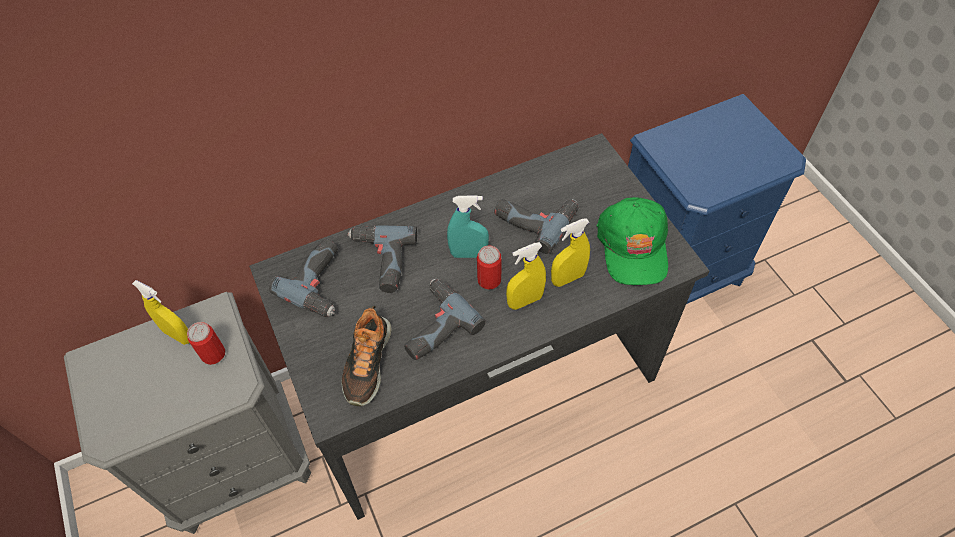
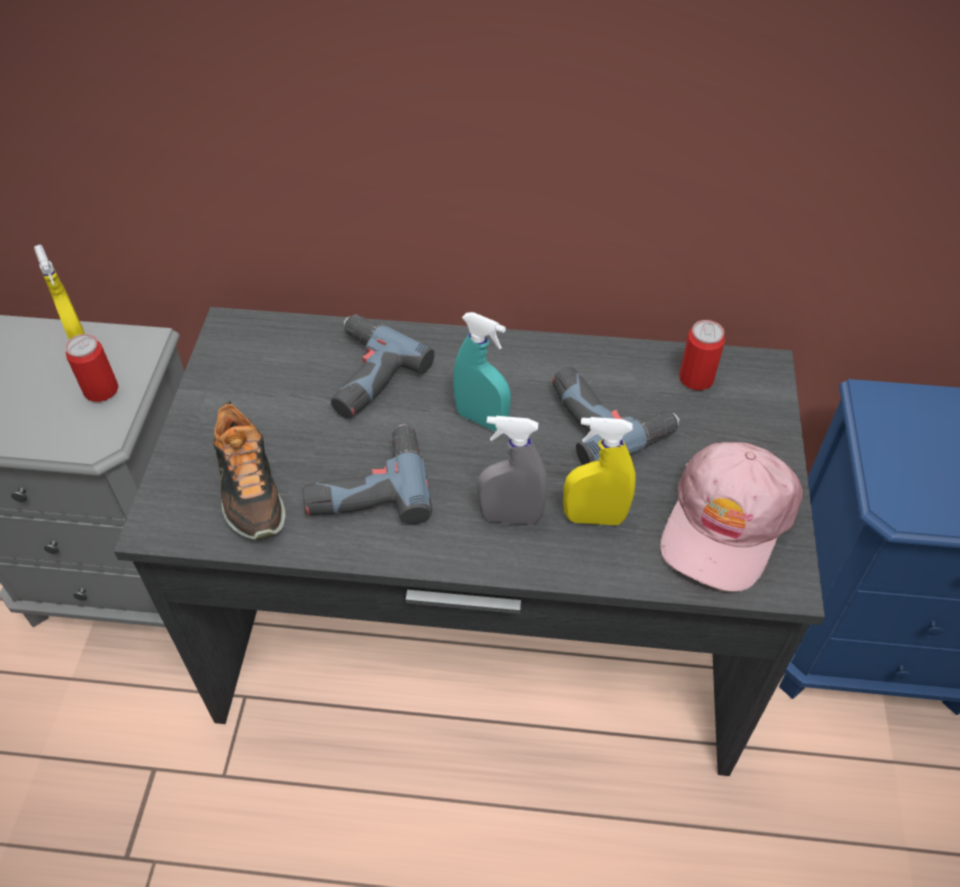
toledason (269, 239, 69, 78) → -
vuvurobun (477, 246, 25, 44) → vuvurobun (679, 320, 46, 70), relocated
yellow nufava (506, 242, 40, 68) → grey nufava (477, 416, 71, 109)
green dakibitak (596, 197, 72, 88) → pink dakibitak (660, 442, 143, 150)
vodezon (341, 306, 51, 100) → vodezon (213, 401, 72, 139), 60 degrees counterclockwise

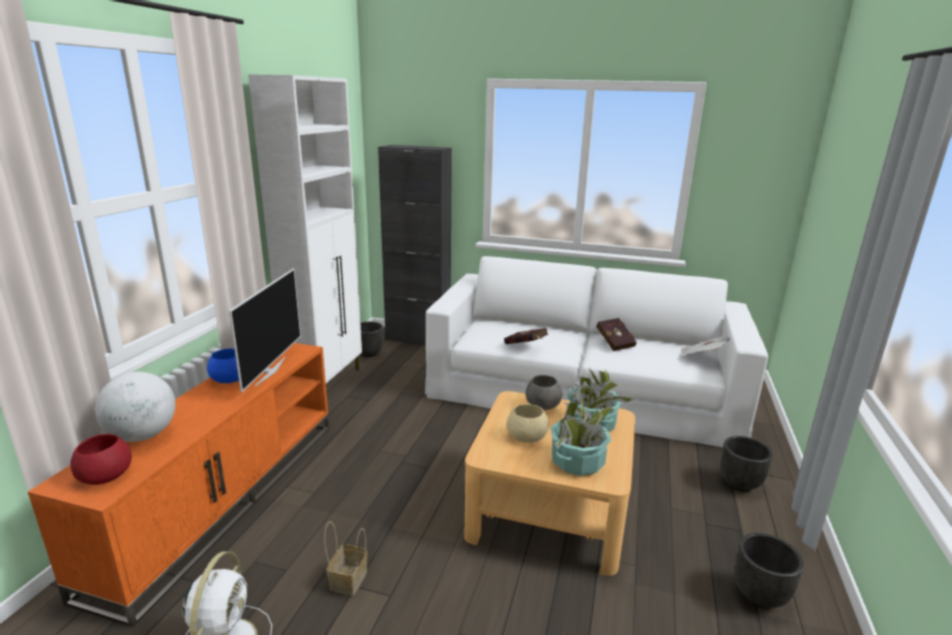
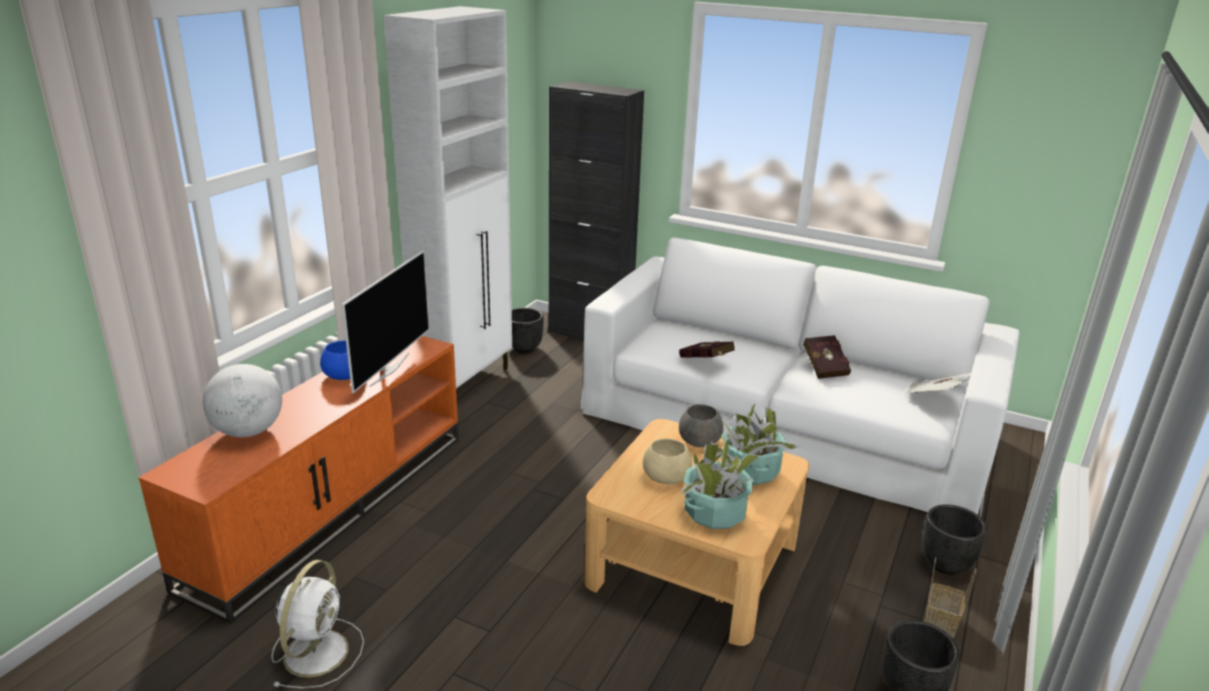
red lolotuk (70, 434, 62, 51) → -
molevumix (324, 521, 44, 75) → molevumix (925, 557, 51, 80), relocated

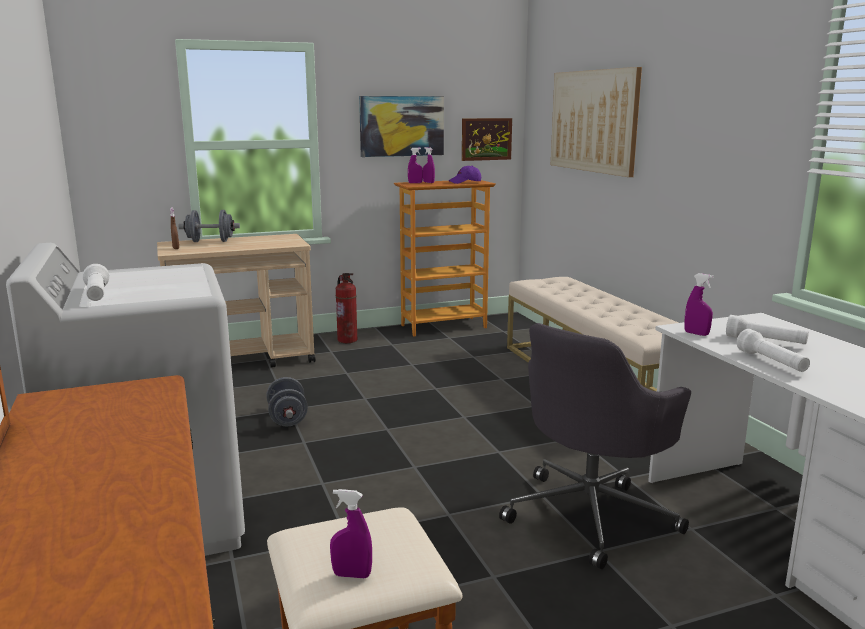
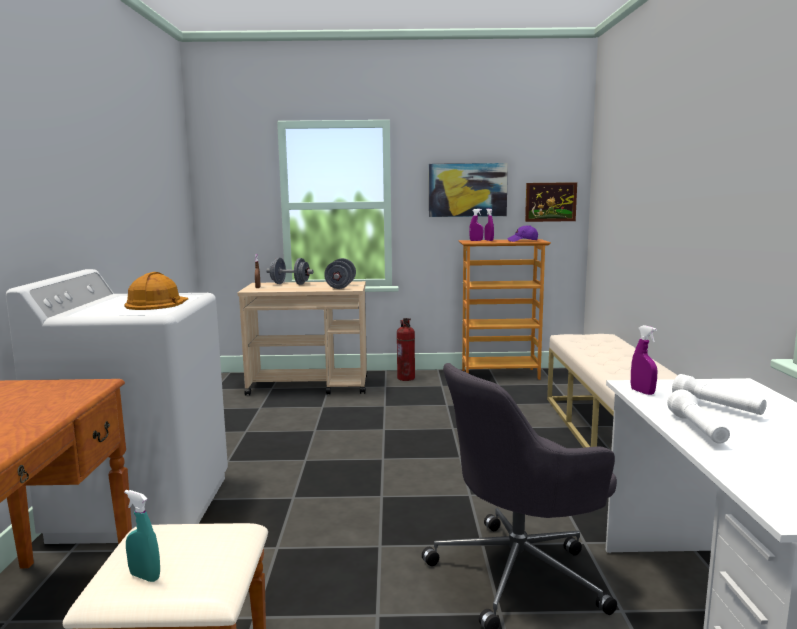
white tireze (83, 264, 26, 37) → -
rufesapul (551, 67, 91, 110) → -
- → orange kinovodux (124, 272, 65, 38)
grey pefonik (266, 377, 42, 49) → grey pefonik (324, 258, 32, 31), relocated
purple nufava (330, 489, 42, 89) → turquoise nufava (124, 490, 36, 92)

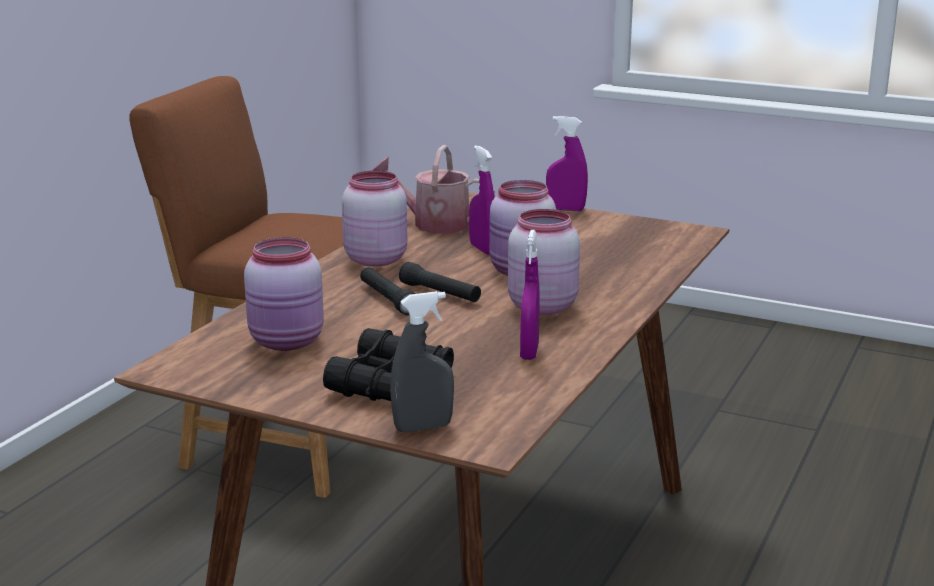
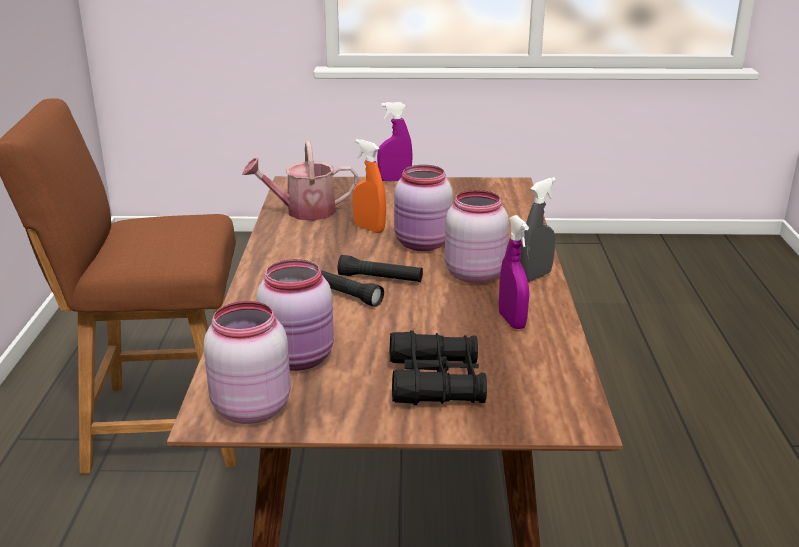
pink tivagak (342, 171, 65, 96) → pink tivagak (204, 301, 87, 123), relocated
grey nufava (390, 291, 64, 141) → grey nufava (520, 177, 36, 105), relocated
purple nufava (469, 145, 26, 109) → orange nufava (353, 139, 33, 94)

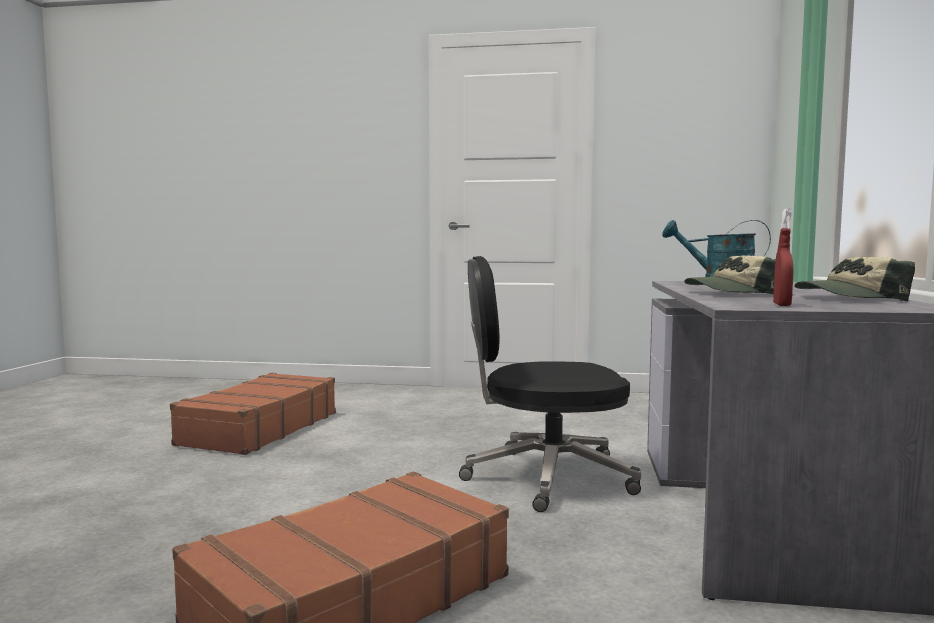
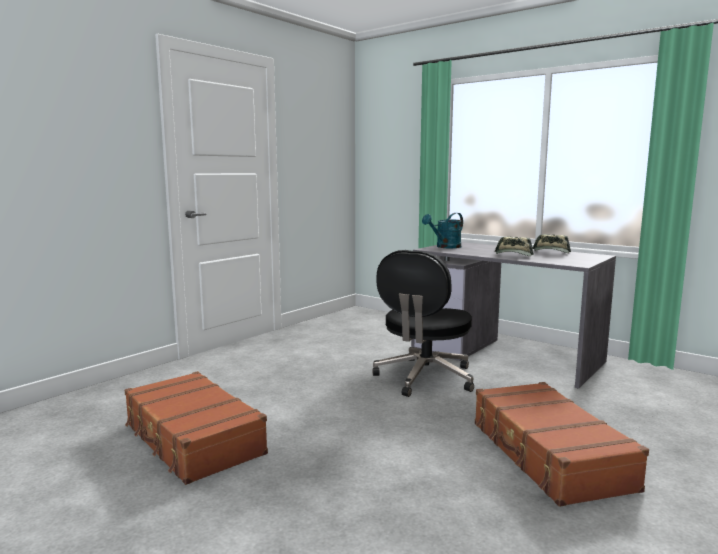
red nufava (773, 208, 20, 98) → -

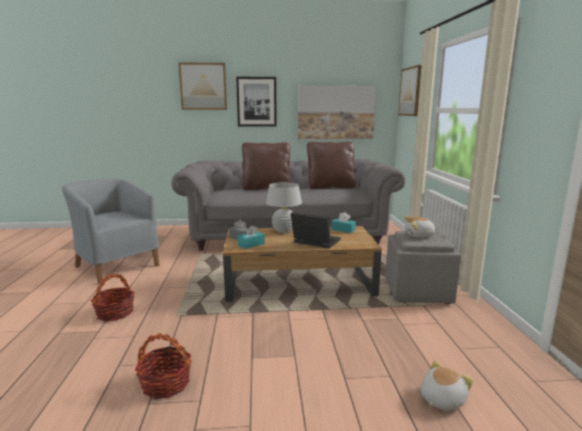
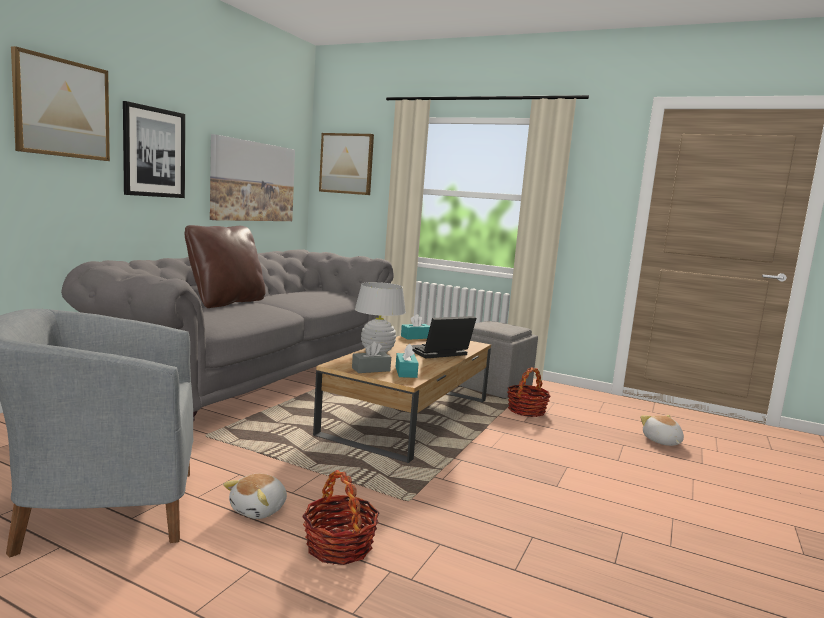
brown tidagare (307, 142, 49, 47) → -
molevumix (135, 333, 57, 66) → molevumix (507, 367, 44, 50), relocated
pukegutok (404, 216, 34, 22) → pukegutok (223, 474, 64, 45), relocated

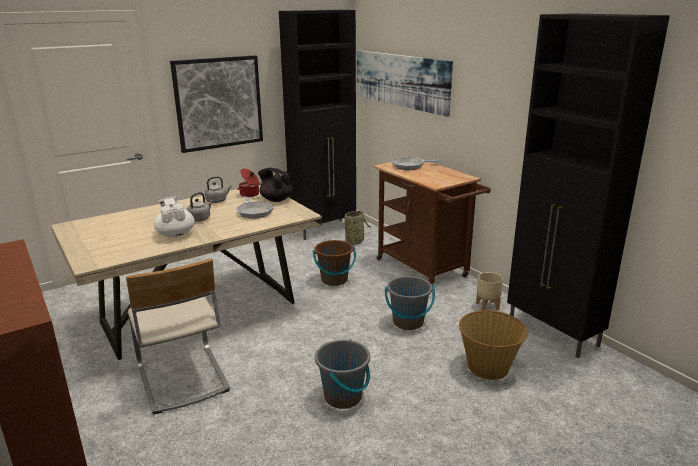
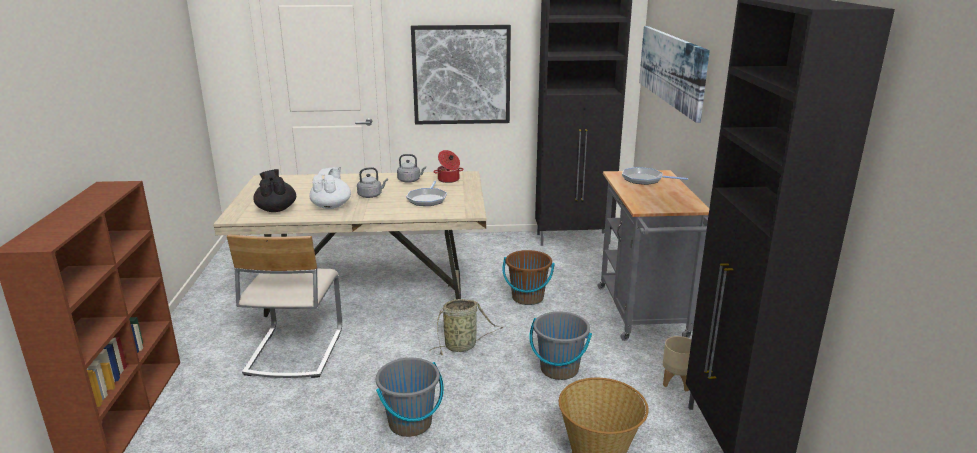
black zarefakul (258, 168, 35, 34) → black zarefakul (253, 169, 43, 43), relocated
molevumix (344, 211, 27, 35) → molevumix (430, 299, 73, 56), relocated
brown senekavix (374, 157, 117, 129) → grey senekavix (598, 170, 111, 171)

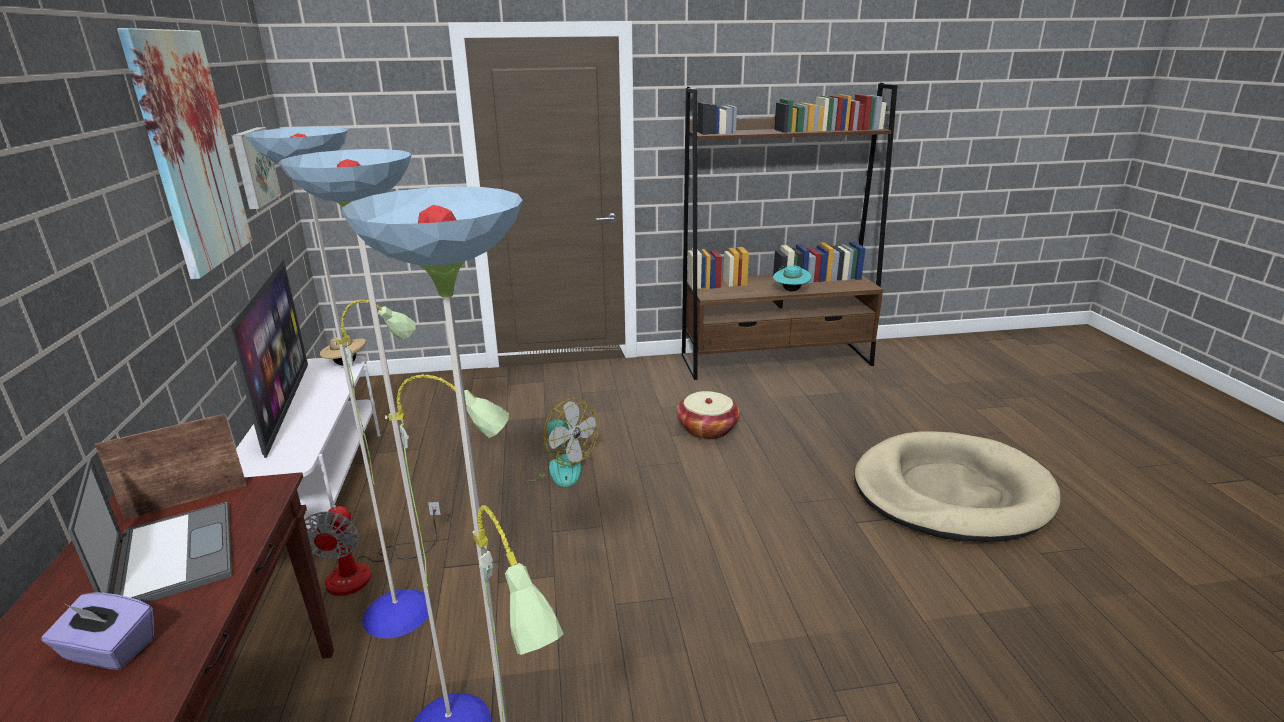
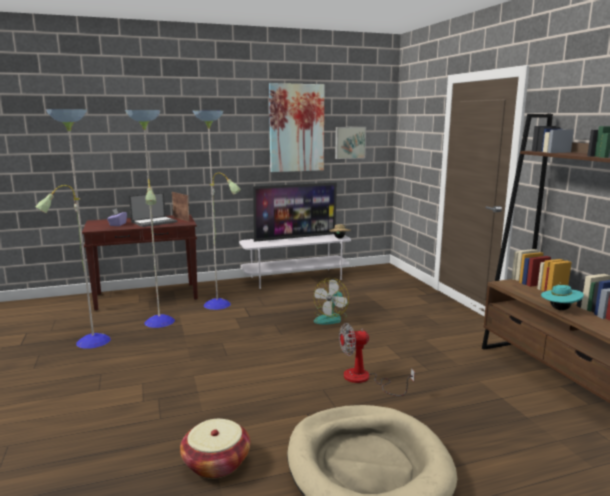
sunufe (305, 502, 136, 94) → sunufe (339, 323, 76, 73), relocated
molevumix (676, 391, 64, 48) → molevumix (180, 419, 70, 60), relocated

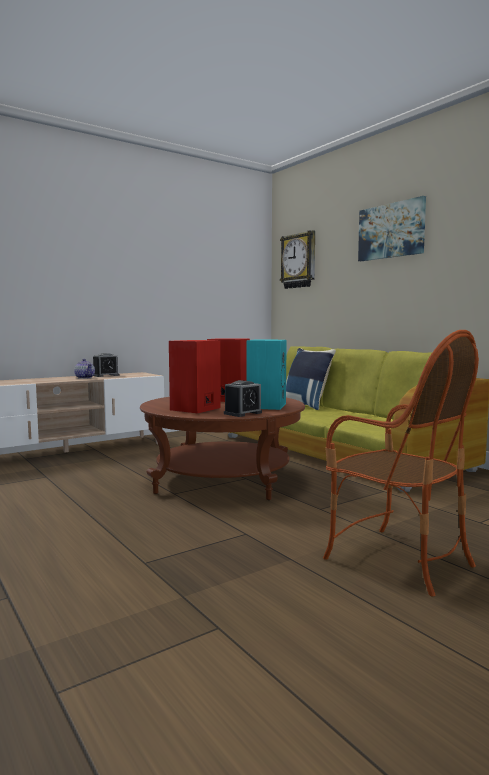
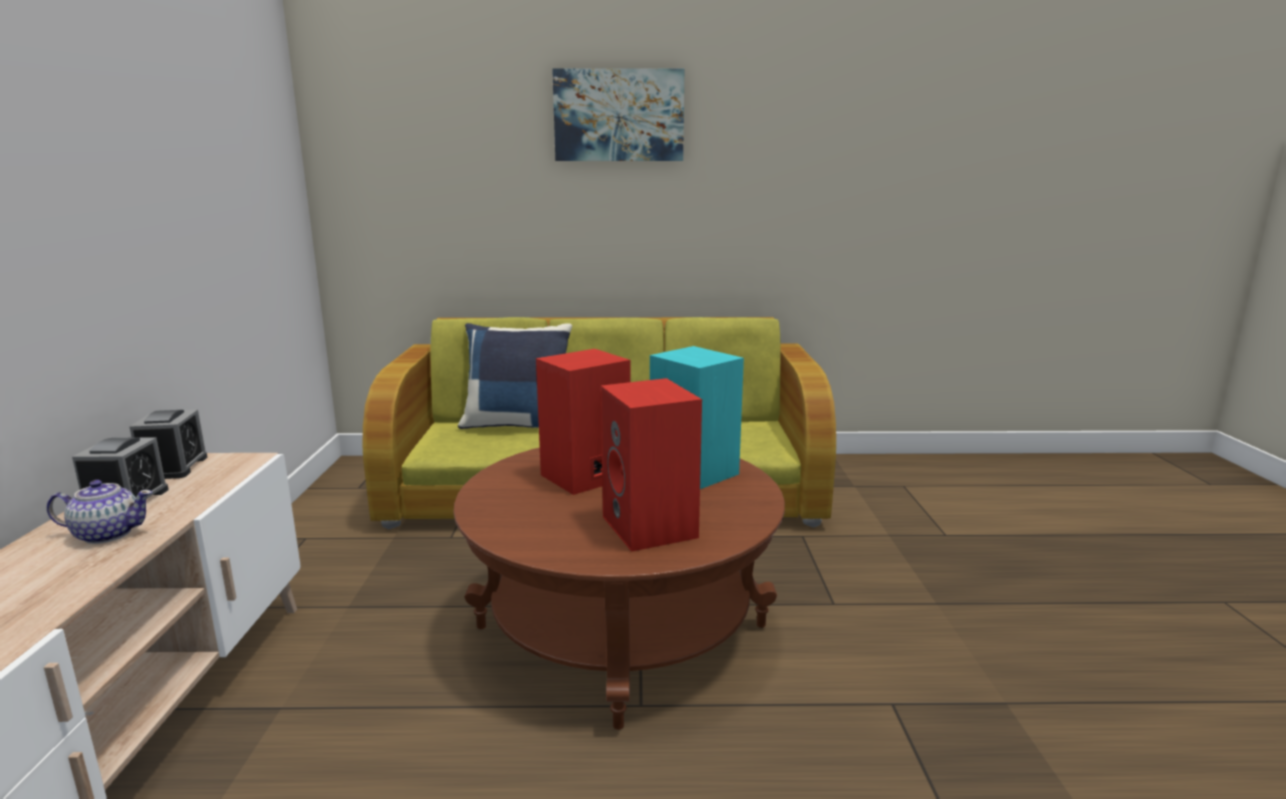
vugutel (280, 230, 35, 59) → -
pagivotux (323, 330, 156, 267) → -
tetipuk (224, 380, 38, 37) → tetipuk (130, 410, 77, 69), relocated

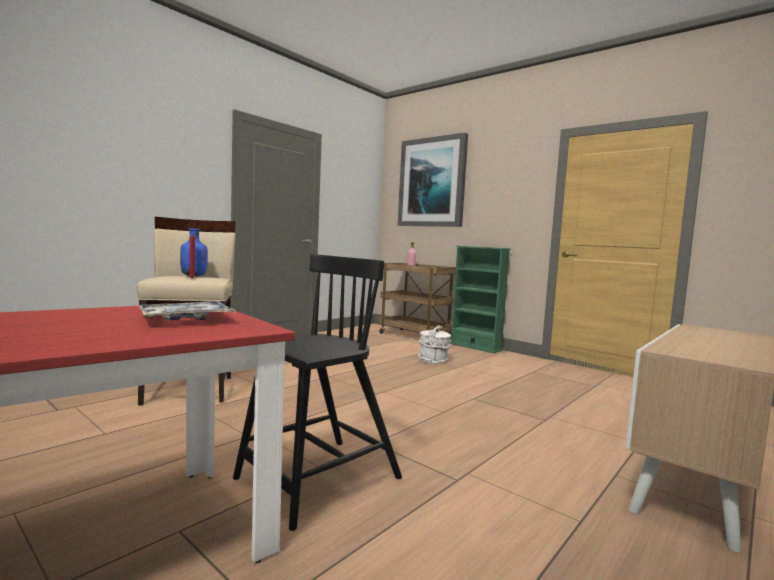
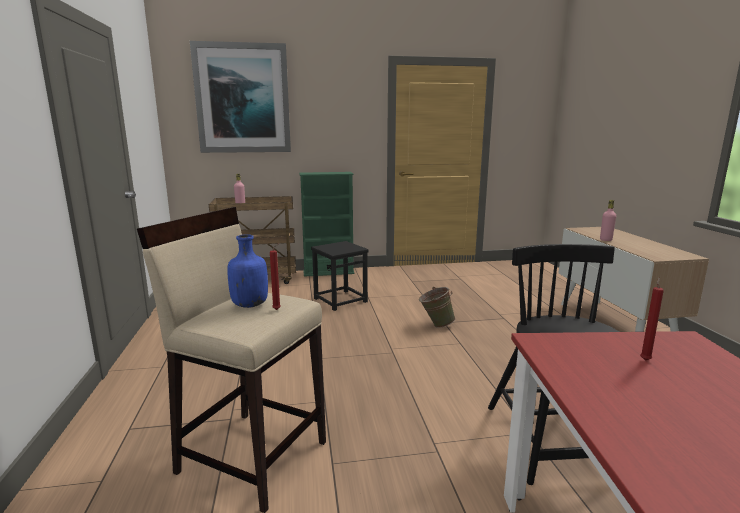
- → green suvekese (419, 287, 37, 41)
- → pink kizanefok (600, 200, 16, 41)
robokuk (139, 301, 96, 19) → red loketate (640, 278, 24, 83)
white suvekese (418, 326, 33, 38) → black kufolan (311, 241, 58, 70)

